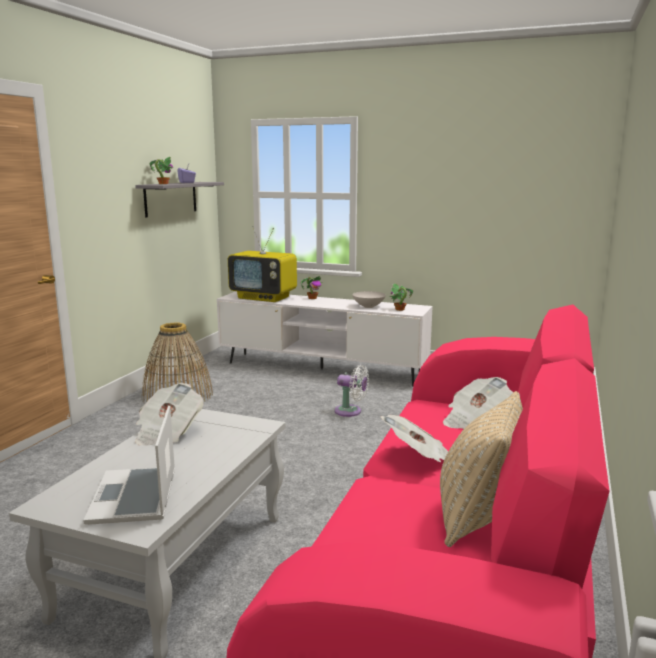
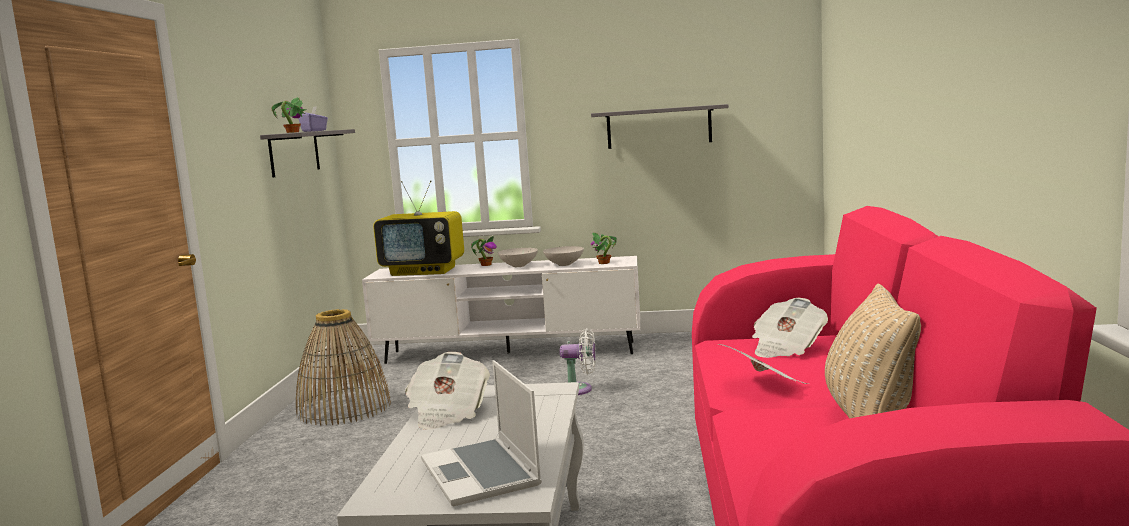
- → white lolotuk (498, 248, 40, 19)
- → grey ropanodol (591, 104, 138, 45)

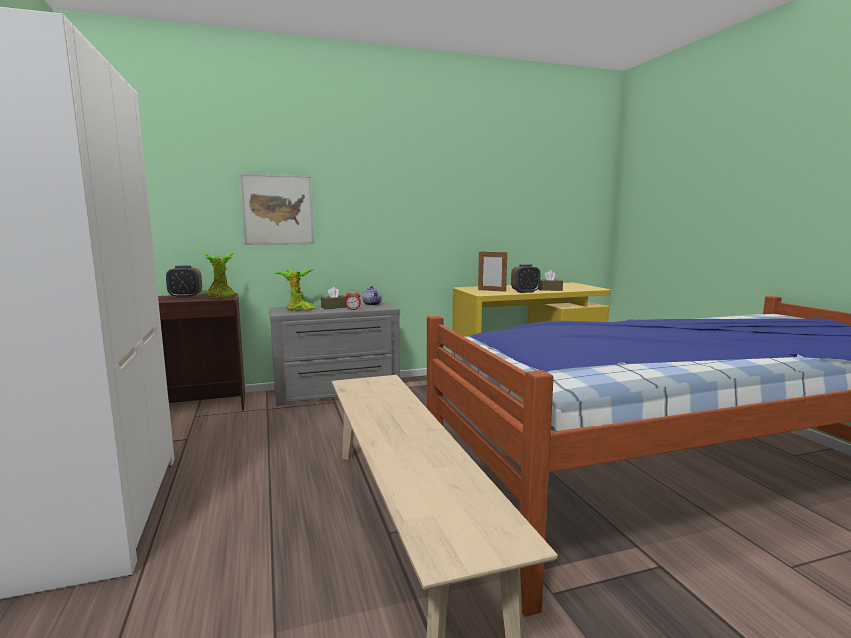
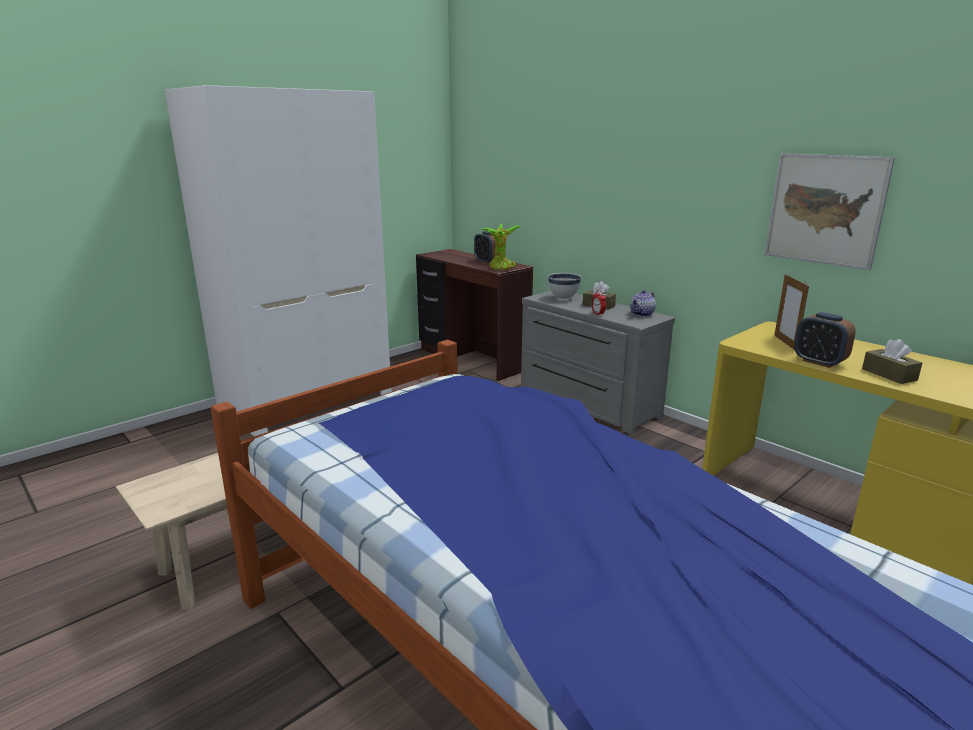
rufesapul (239, 173, 75, 72) → rufesapul (764, 153, 131, 117), relocated
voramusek (275, 269, 40, 42) → white lolotuk (548, 273, 33, 26)

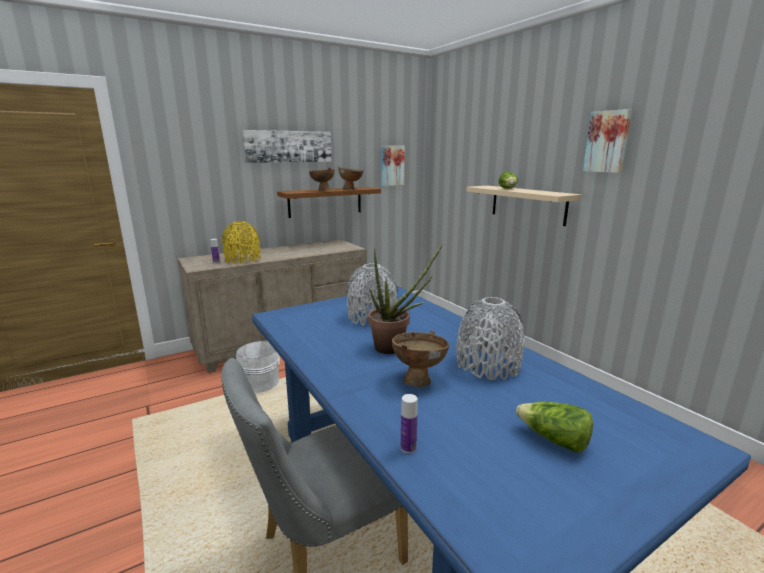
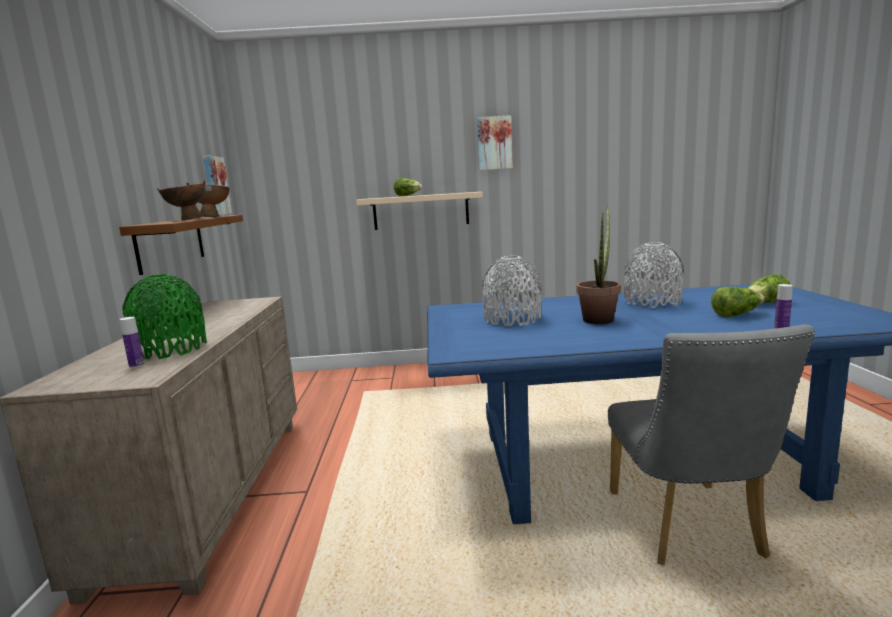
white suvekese (236, 341, 44, 52) → -
rufesapul (242, 130, 90, 33) → -
brown lolotuk (392, 331, 57, 56) → -
- → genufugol (711, 287, 54, 30)
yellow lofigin (222, 221, 38, 43) → green lofigin (122, 274, 85, 85)

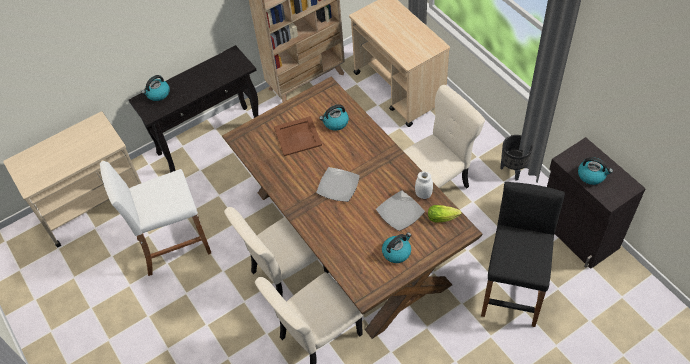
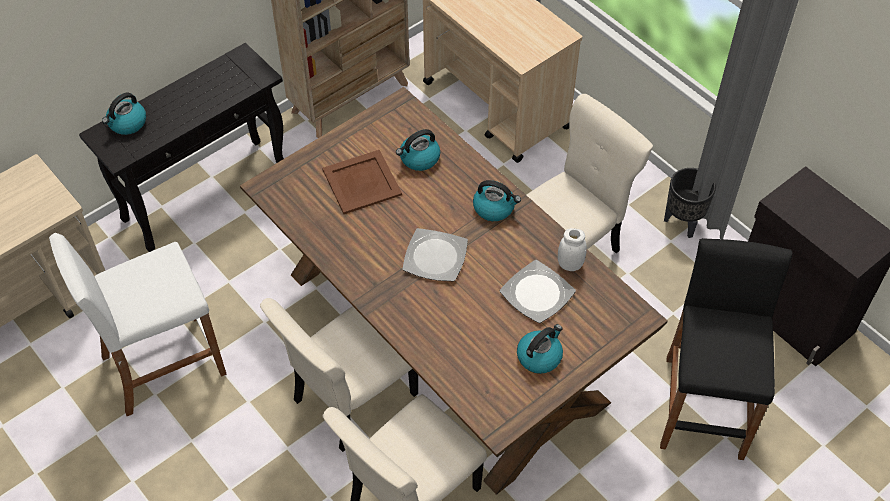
genufugol (428, 205, 34, 17) → -
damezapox (578, 157, 35, 28) → damezapox (473, 180, 48, 41), relocated

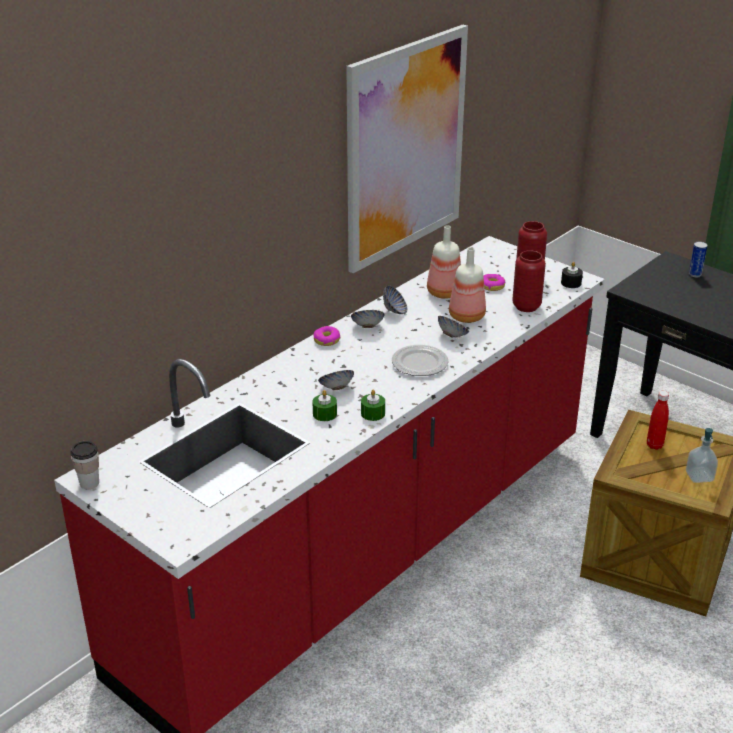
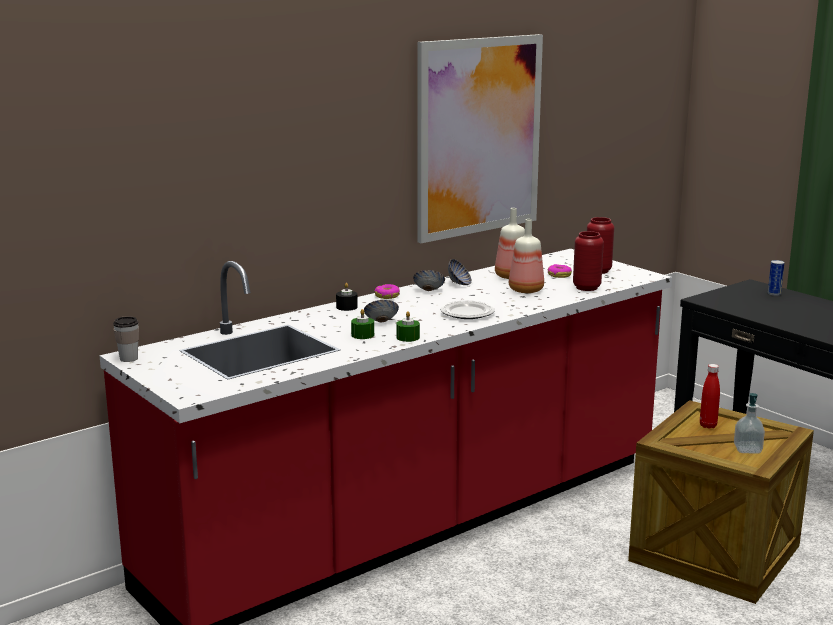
lolotuk (438, 316, 31, 22) → -
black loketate (561, 262, 22, 26) → black loketate (336, 283, 22, 28), relocated

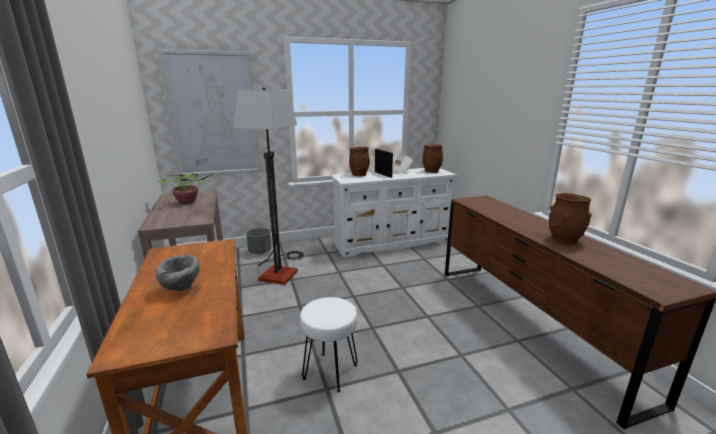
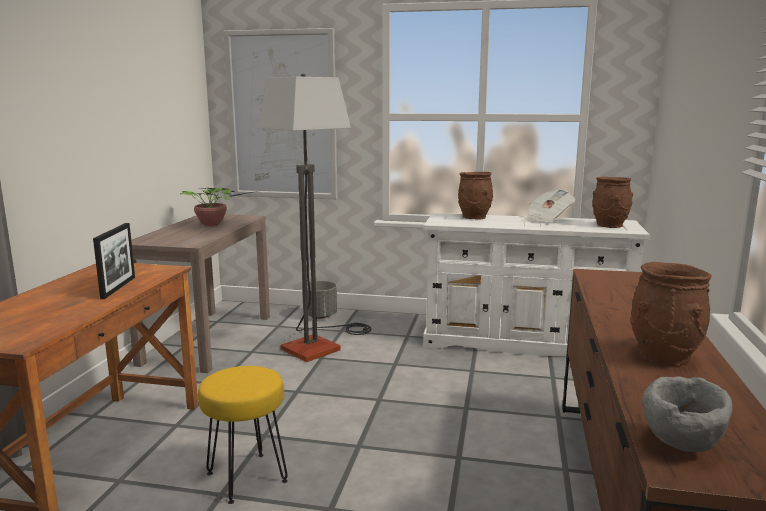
grey lolotuk (155, 254, 45, 37) → grey lolotuk (642, 376, 91, 76), relocated
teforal (375, 149, 18, 29) → teforal (93, 223, 42, 76), relocated
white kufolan (300, 297, 58, 96) → yellow kufolan (198, 366, 90, 138)

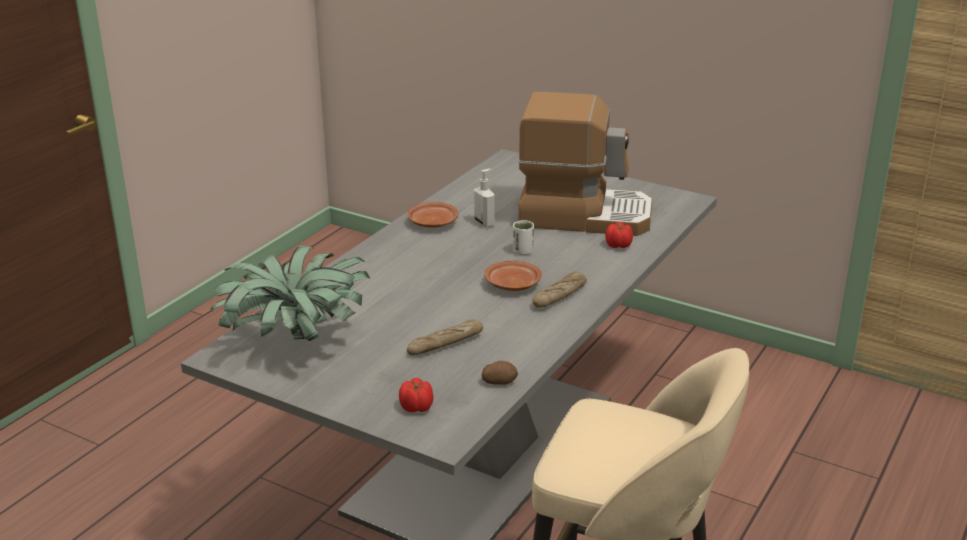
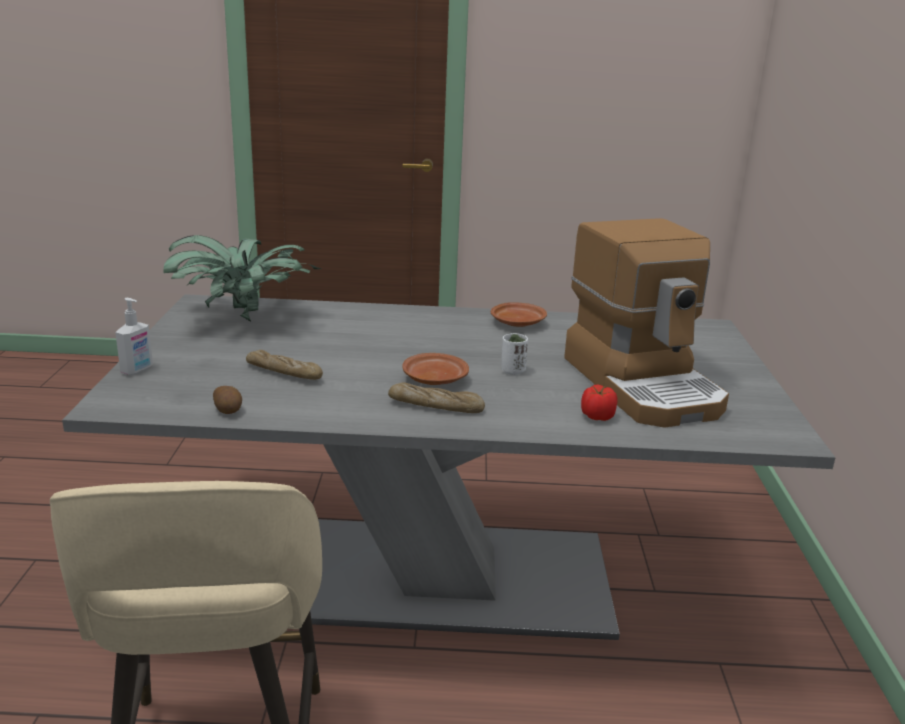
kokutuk (399, 378, 35, 34) → -
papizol (474, 169, 20, 58) → papizol (115, 298, 38, 77), relocated

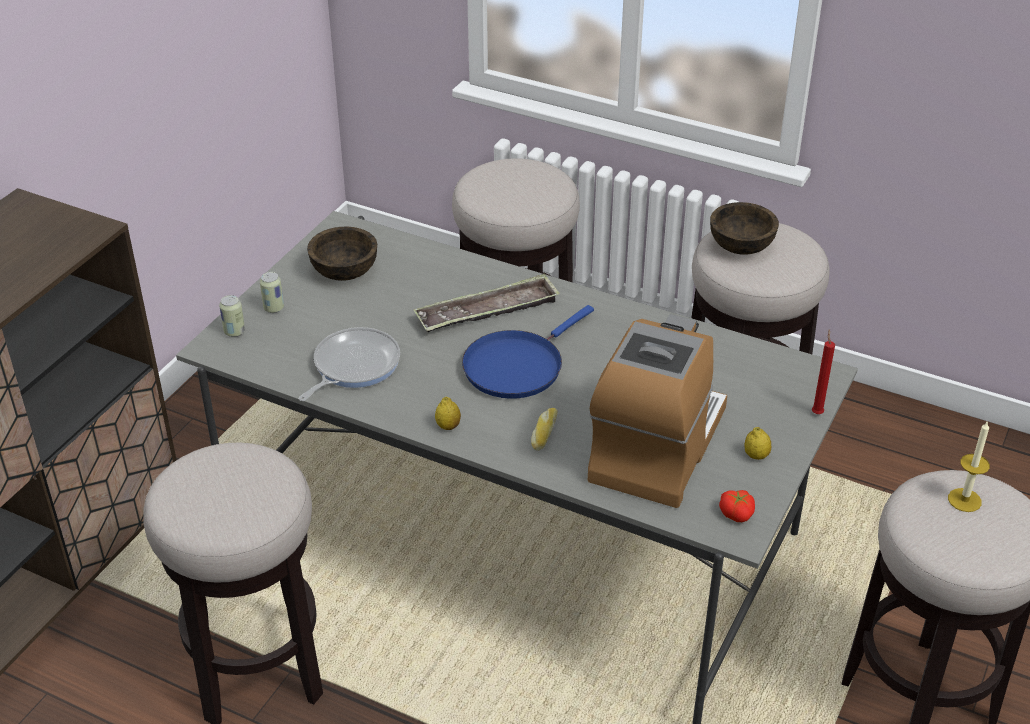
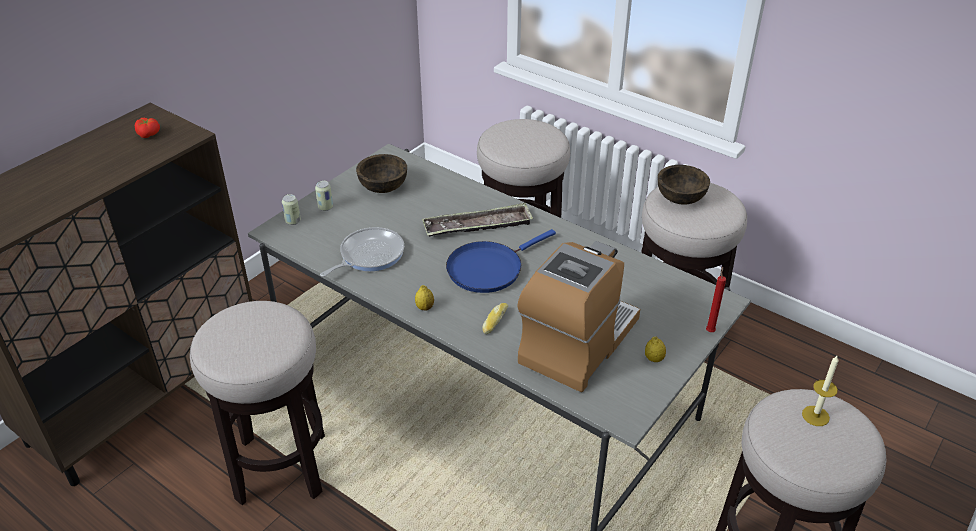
kokutuk (719, 490, 36, 32) → kokutuk (135, 118, 25, 20), relocated

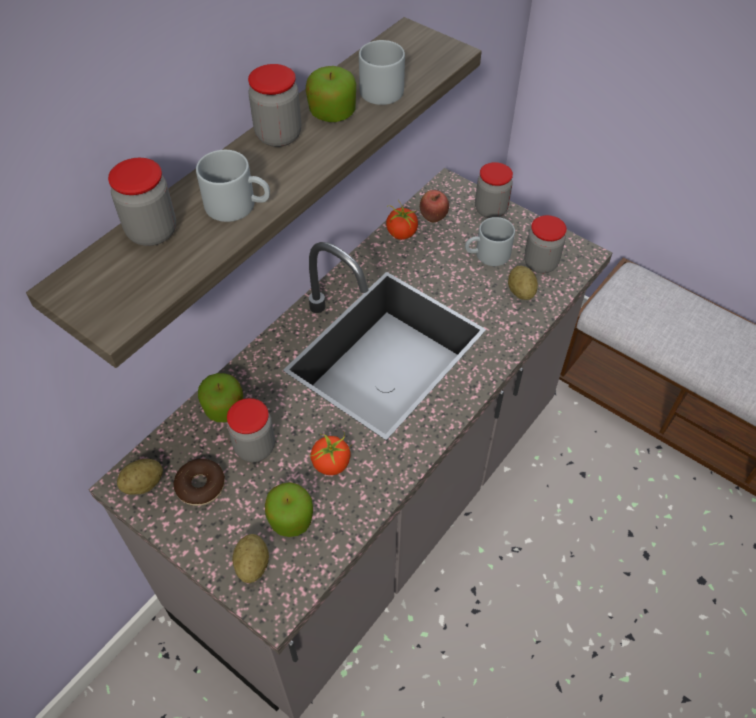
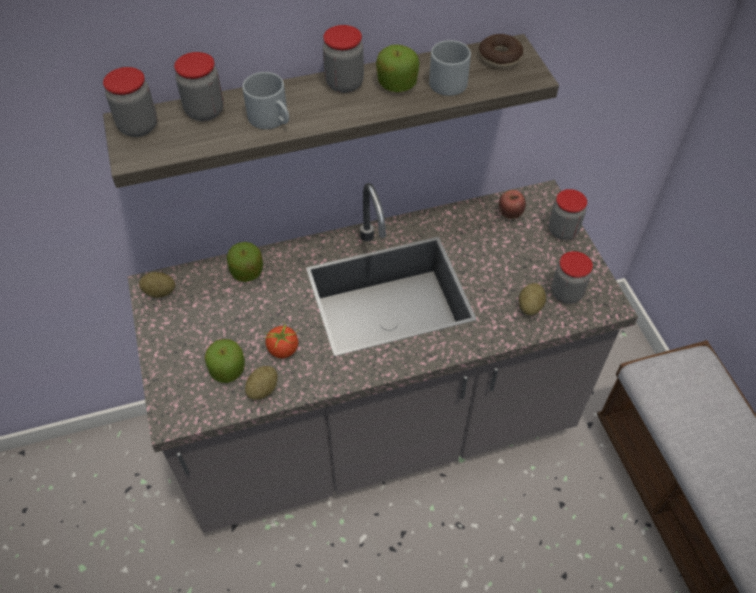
kokutuk (386, 199, 32, 41) → -
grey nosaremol (465, 217, 50, 49) → -
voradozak (173, 459, 52, 47) → voradozak (479, 34, 44, 34), relocated
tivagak (227, 398, 48, 64) → tivagak (103, 67, 54, 70), relocated
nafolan (232, 534, 37, 49) → nafolan (245, 366, 33, 34), relocated

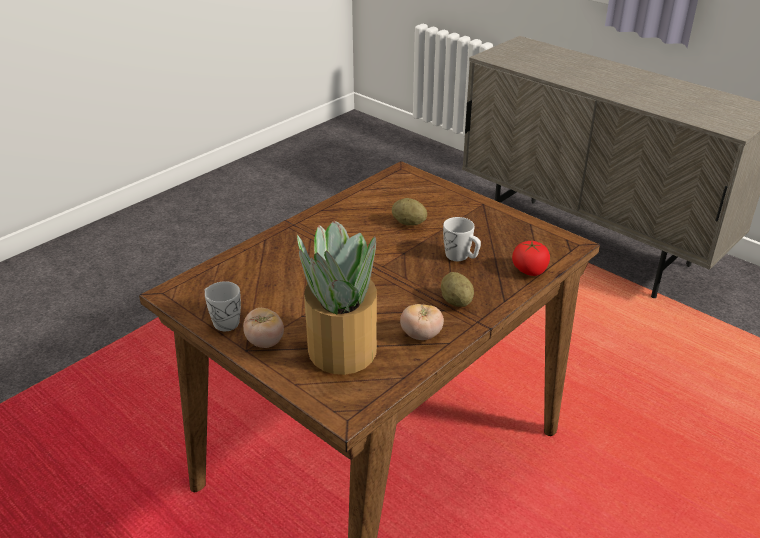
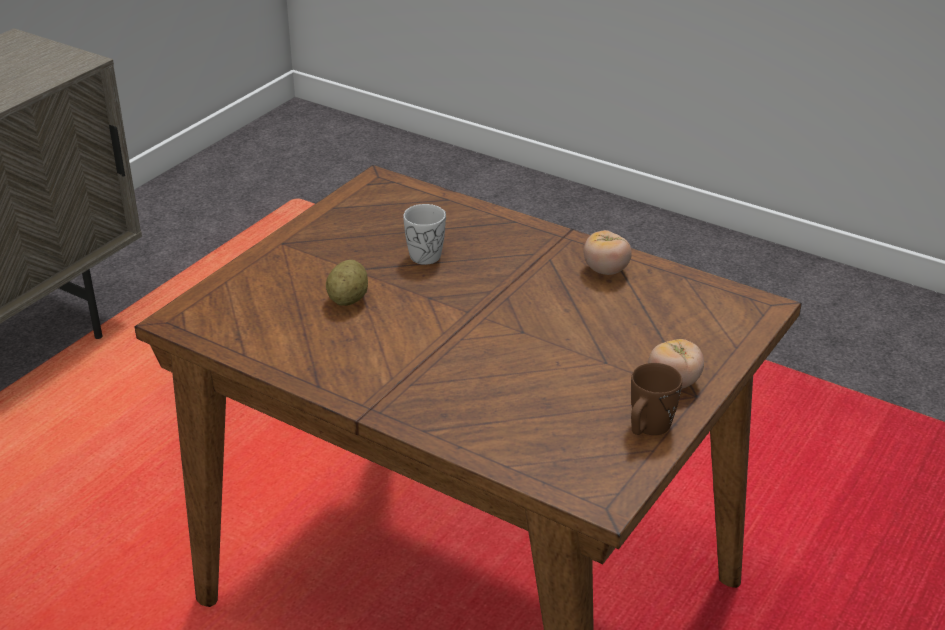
voramusek (297, 221, 80, 154) → -
nafolan (441, 272, 33, 35) → -
kokutuk (512, 241, 38, 35) → -
white nosaremol (205, 281, 36, 50) → brown nosaremol (631, 363, 51, 72)

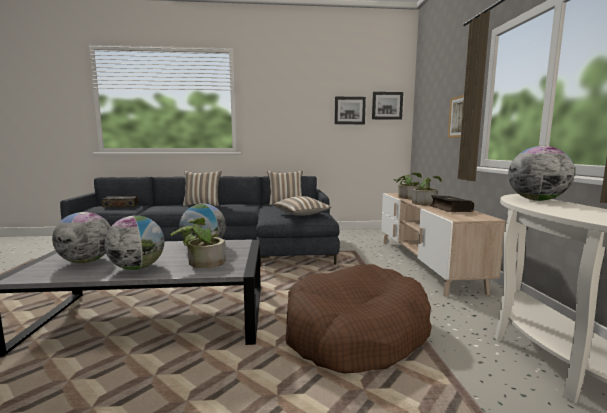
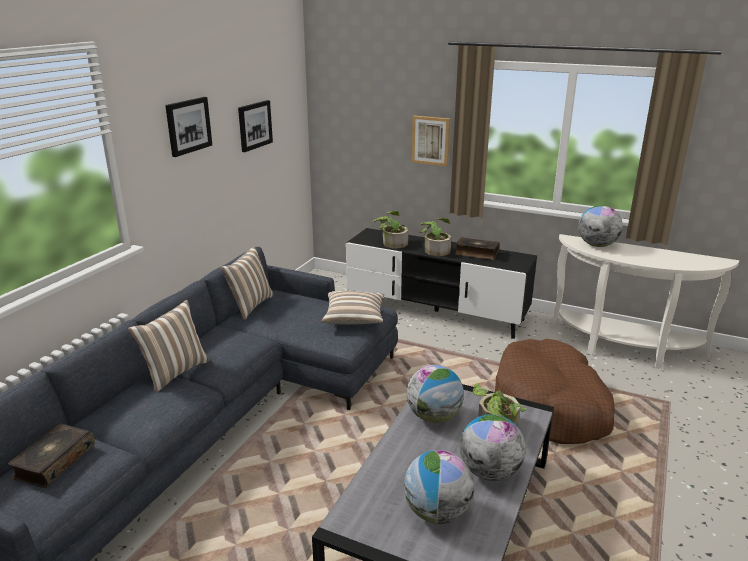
rufesapul (372, 92, 31, 28) → rufesapul (165, 97, 47, 60), relocated
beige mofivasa (381, 193, 125, 104) → black mofivasa (346, 228, 191, 111)

